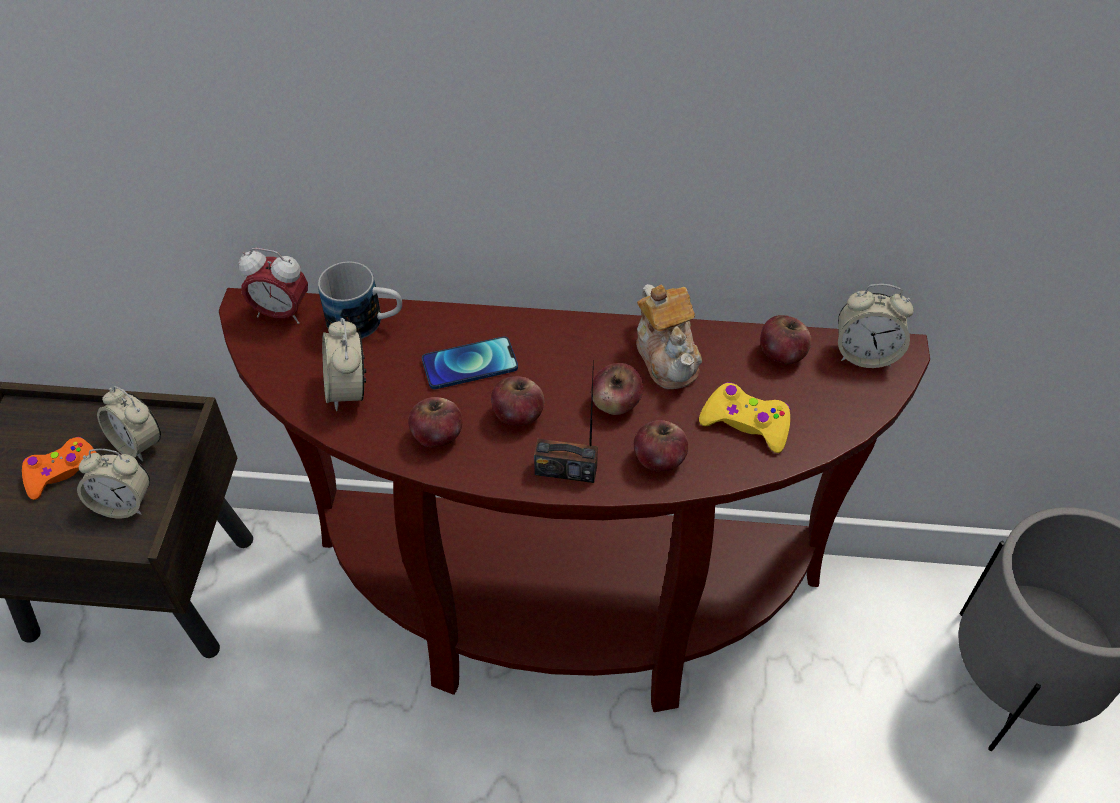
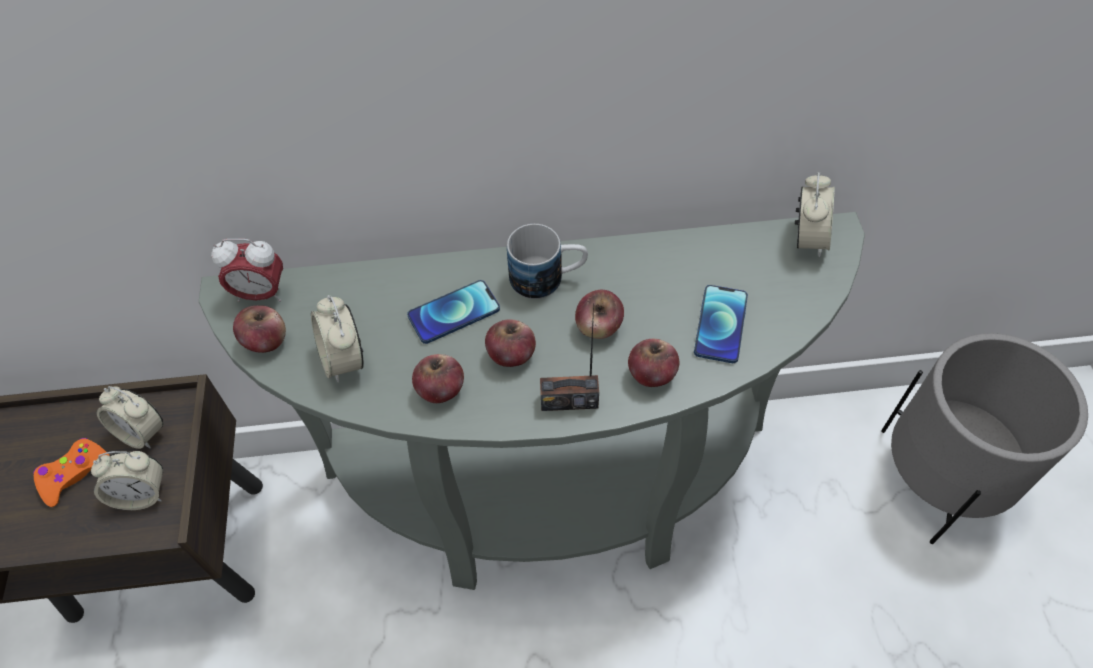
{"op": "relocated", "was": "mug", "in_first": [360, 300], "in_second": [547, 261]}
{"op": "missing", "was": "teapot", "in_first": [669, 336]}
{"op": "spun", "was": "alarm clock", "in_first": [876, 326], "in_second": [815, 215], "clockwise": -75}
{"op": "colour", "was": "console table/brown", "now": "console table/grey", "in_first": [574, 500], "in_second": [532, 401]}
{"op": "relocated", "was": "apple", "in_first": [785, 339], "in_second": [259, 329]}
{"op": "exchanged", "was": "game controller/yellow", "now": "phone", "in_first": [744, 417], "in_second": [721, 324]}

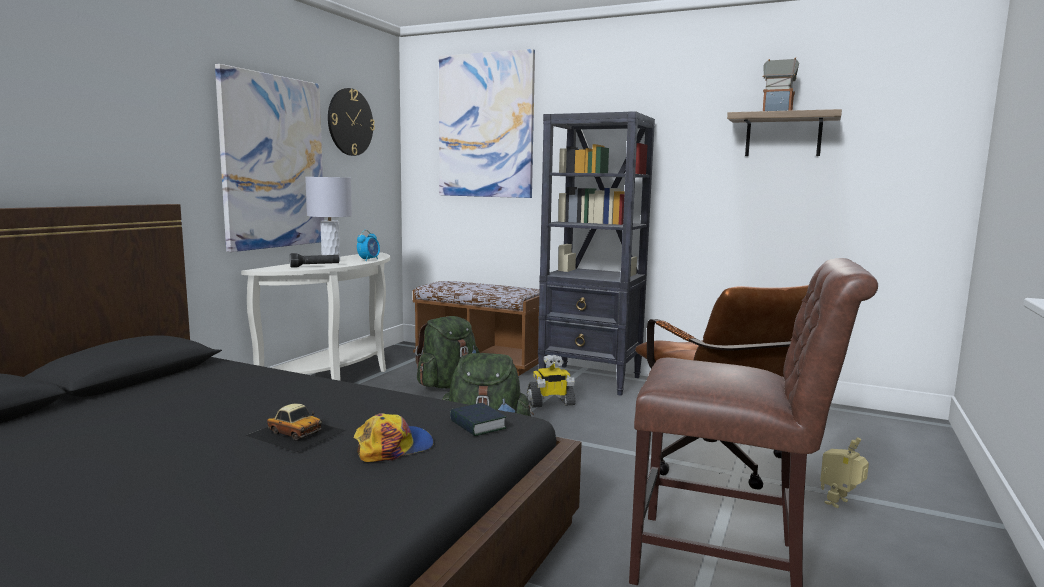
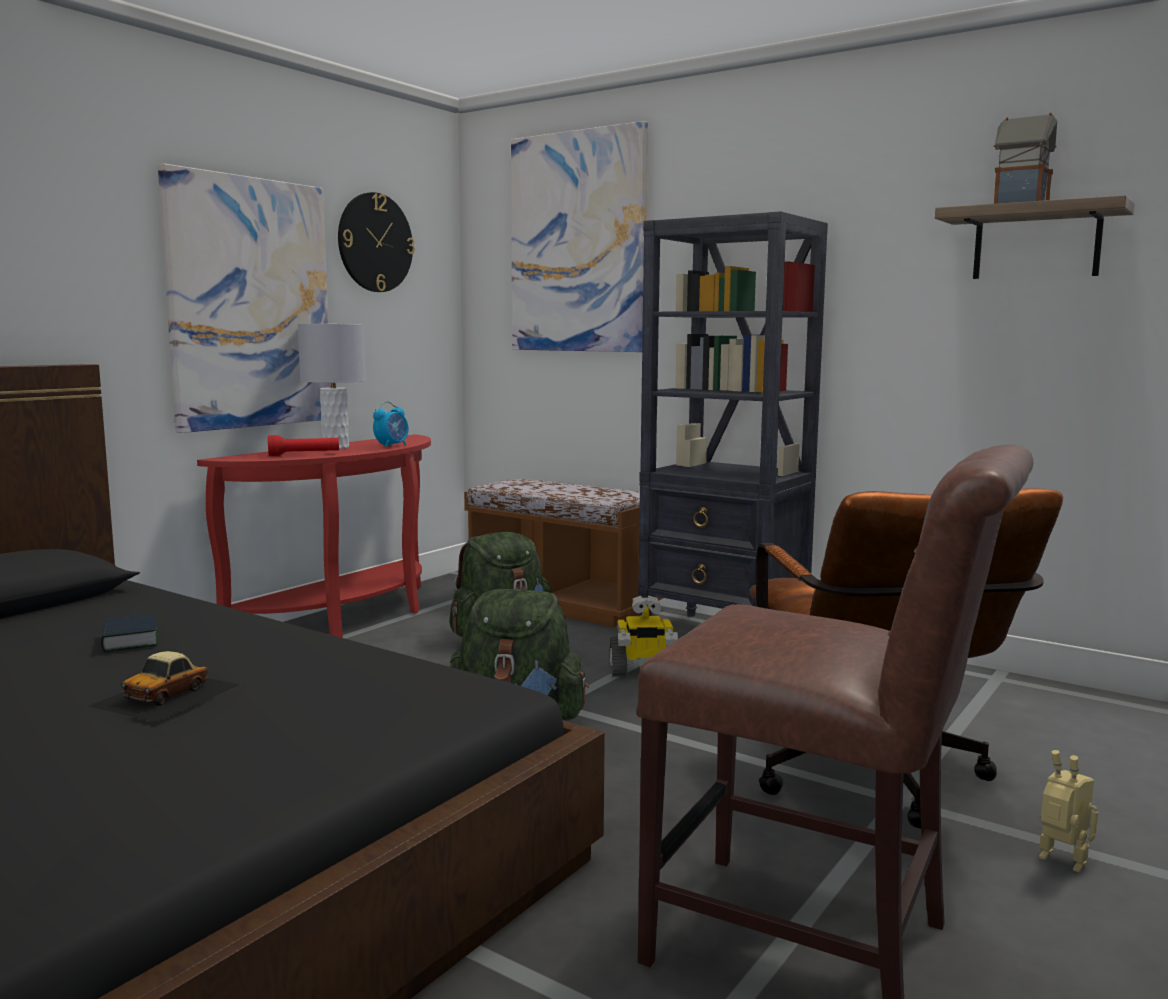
{"op": "colour", "was": "console table/white", "now": "console table/red", "in_first": [315, 316], "in_second": [314, 536]}
{"op": "colour", "was": "flashlight/black", "now": "flashlight/red", "in_first": [314, 260], "in_second": [303, 445]}
{"op": "spun", "was": "toy car", "in_first": [295, 427], "in_second": [164, 686], "clockwise": 75}
{"op": "relocated", "was": "book", "in_first": [478, 419], "in_second": [129, 633]}
{"op": "missing", "was": "cap", "in_first": [393, 437]}
{"op": "spun", "was": "toy robot", "in_first": [844, 472], "in_second": [1068, 811], "clockwise": 75}

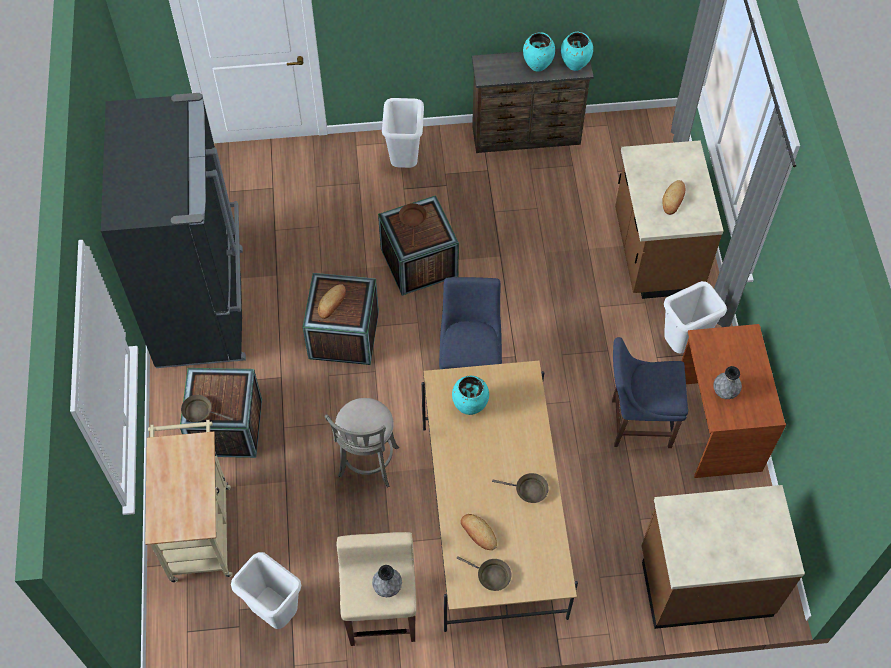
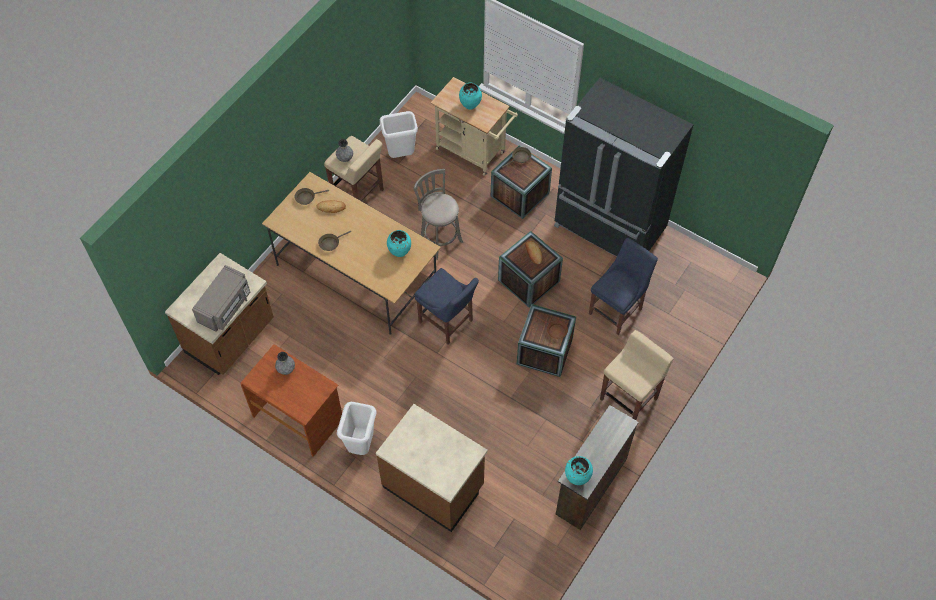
{"op": "relocated", "was": "vase/turquoise", "in_first": [539, 52], "in_second": [470, 96]}
{"op": "exchanged", "was": "trash can/white", "now": "stool/beige", "in_first": [403, 133], "in_second": [637, 375]}
{"op": "missing", "was": "bread", "in_first": [673, 197]}
{"op": "relocated", "was": "chair/blue", "in_first": [650, 392], "in_second": [623, 286]}
{"op": "appeared", "now": "microwave/grey", "in_second": [221, 298]}

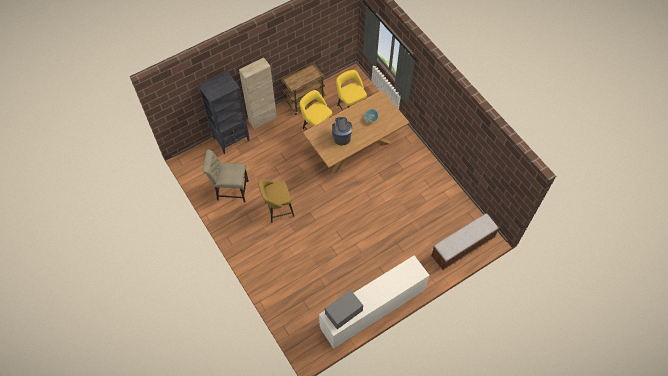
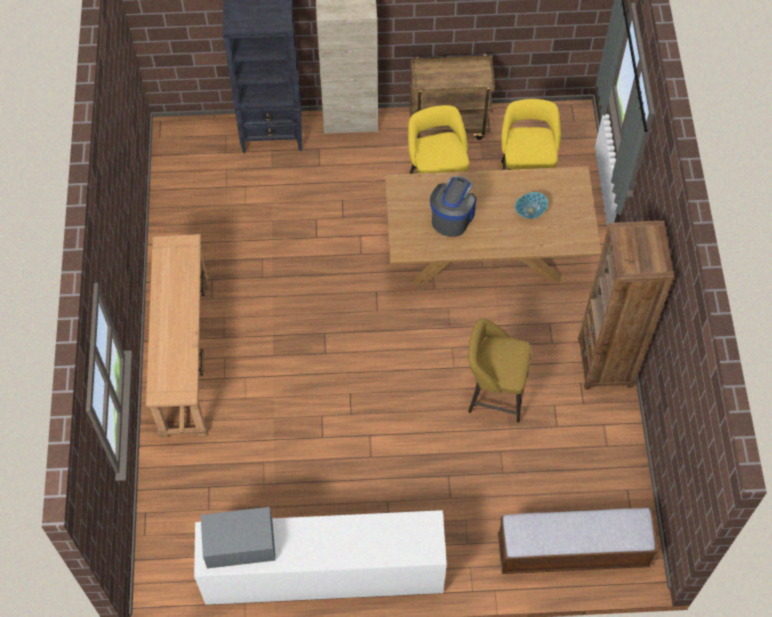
{"op": "missing", "was": "chair/beige", "in_first": [226, 176]}
{"op": "relocated", "was": "stool/yellow", "in_first": [276, 201], "in_second": [499, 370]}
{"op": "appeared", "now": "bookcase/brown", "in_second": [626, 305]}
{"op": "appeared", "now": "console table/brown", "in_second": [177, 336]}

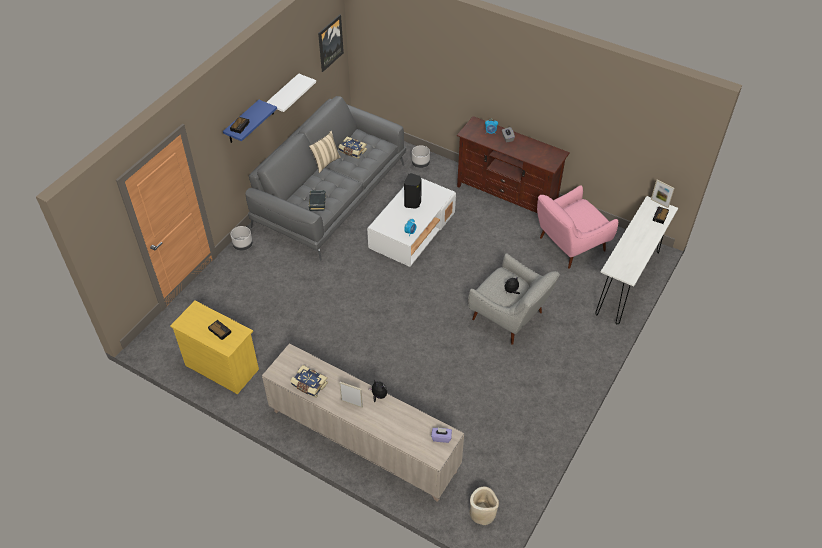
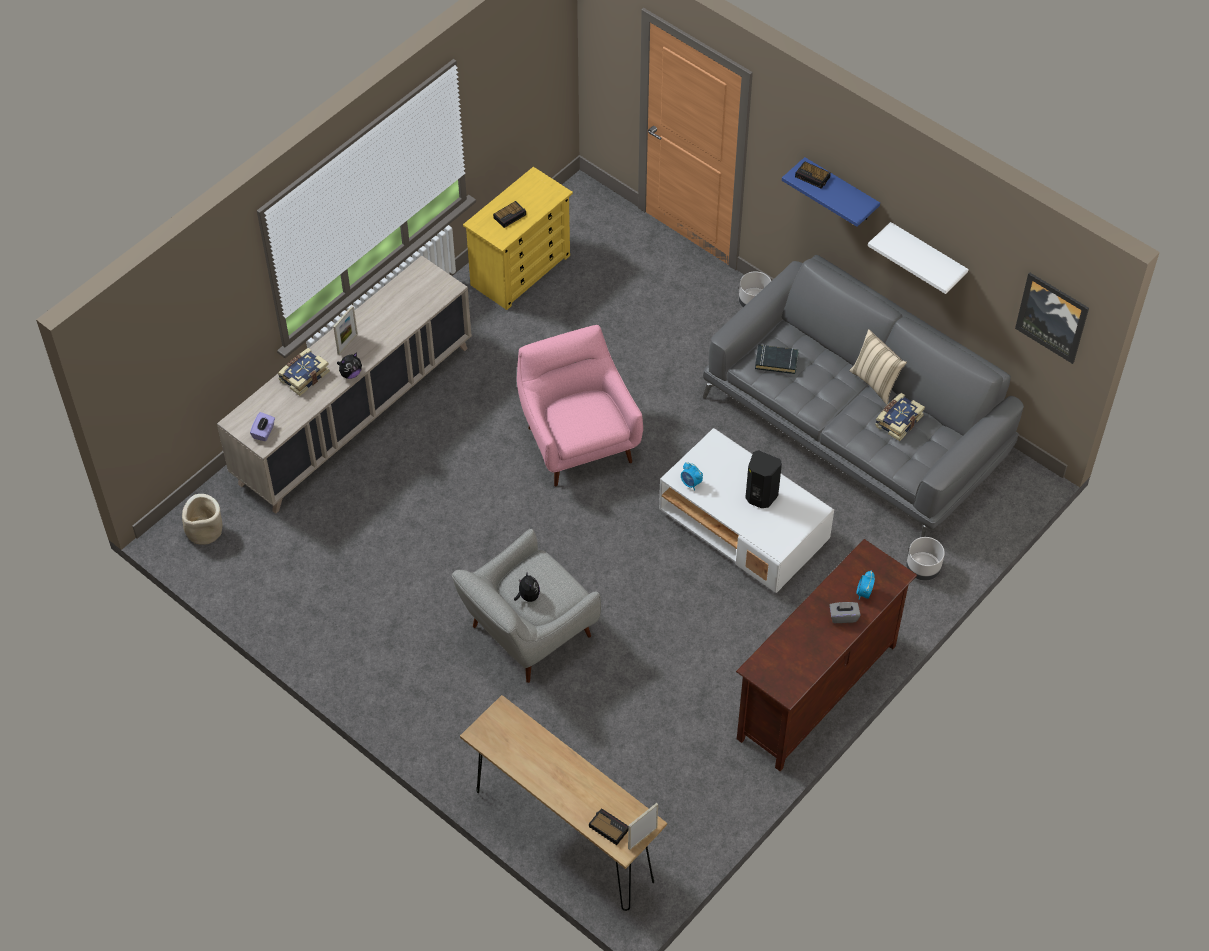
{"op": "relocated", "was": "armchair/pink", "in_first": [577, 227], "in_second": [580, 405]}
{"op": "colour", "was": "console table/white", "now": "console table/brown", "in_first": [636, 260], "in_second": [563, 803]}
{"op": "relocated", "was": "book", "in_first": [309, 381], "in_second": [303, 372]}

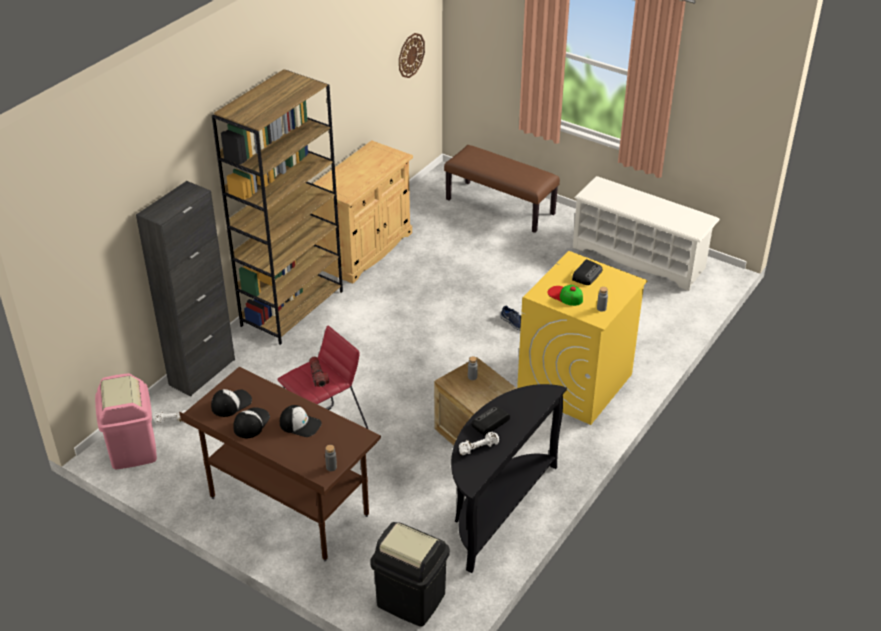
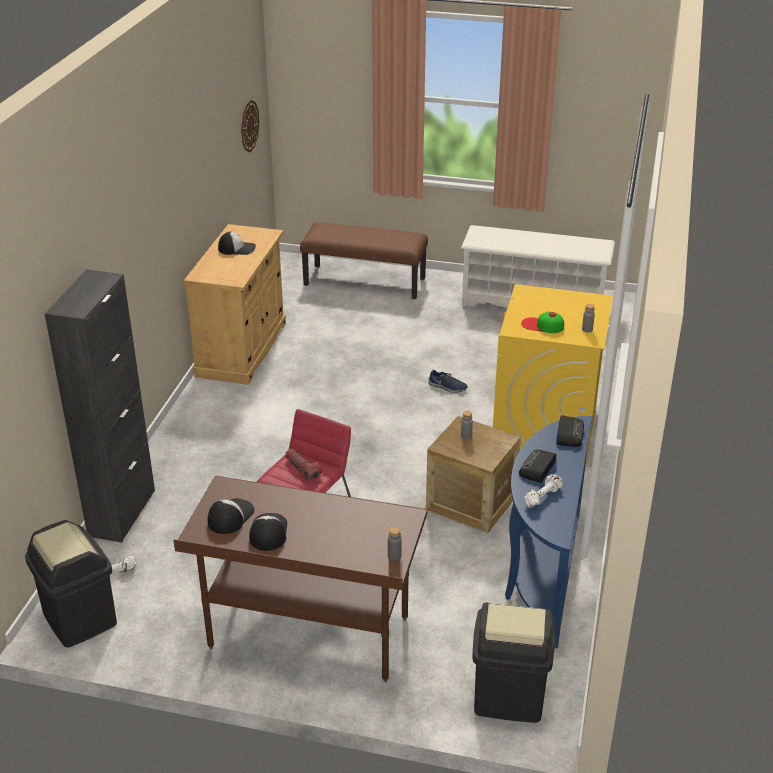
{"op": "missing", "was": "bookcase/brown", "in_first": [277, 207]}
{"op": "relocated", "was": "radio", "in_first": [587, 272], "in_second": [570, 431]}
{"op": "colour", "was": "trash can/pink", "now": "trash can/black", "in_first": [126, 421], "in_second": [71, 584]}
{"op": "colour", "was": "console table/black", "now": "console table/blue", "in_first": [509, 478], "in_second": [548, 532]}
{"op": "relocated", "was": "cap", "in_first": [301, 421], "in_second": [237, 243]}

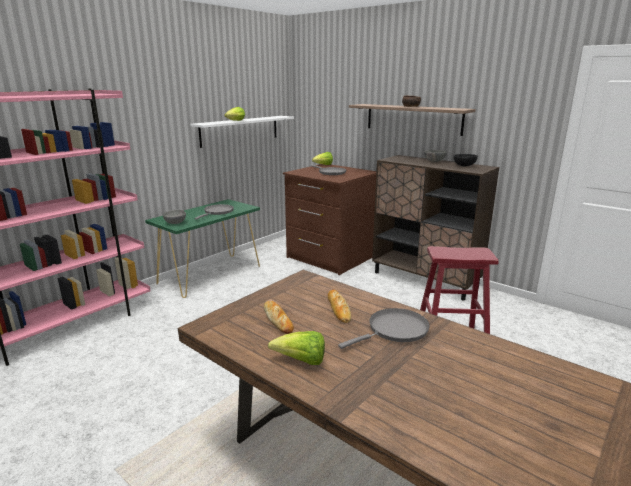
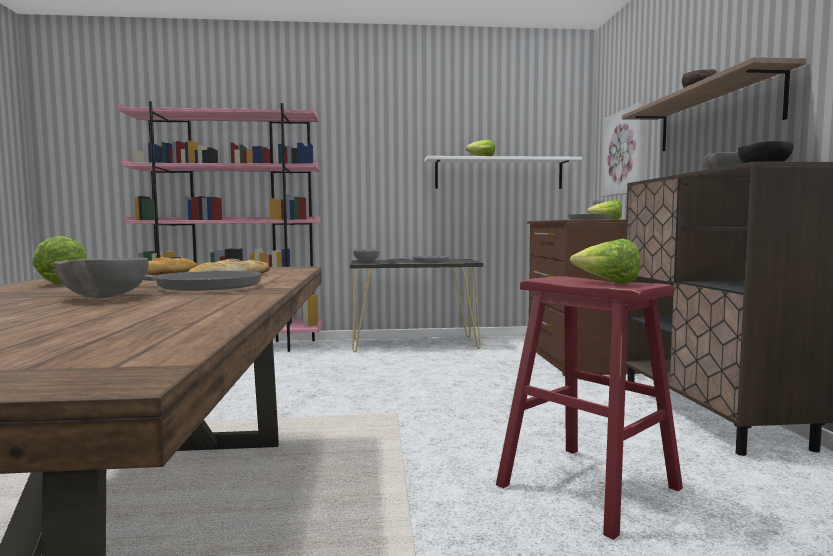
{"op": "colour", "was": "console table/green", "now": "console table/black", "in_first": [202, 248], "in_second": [416, 305]}
{"op": "appeared", "now": "picture", "in_second": [625, 149]}
{"op": "appeared", "now": "lettuce", "in_second": [605, 261]}
{"op": "appeared", "now": "bowl/grey", "in_second": [101, 278]}

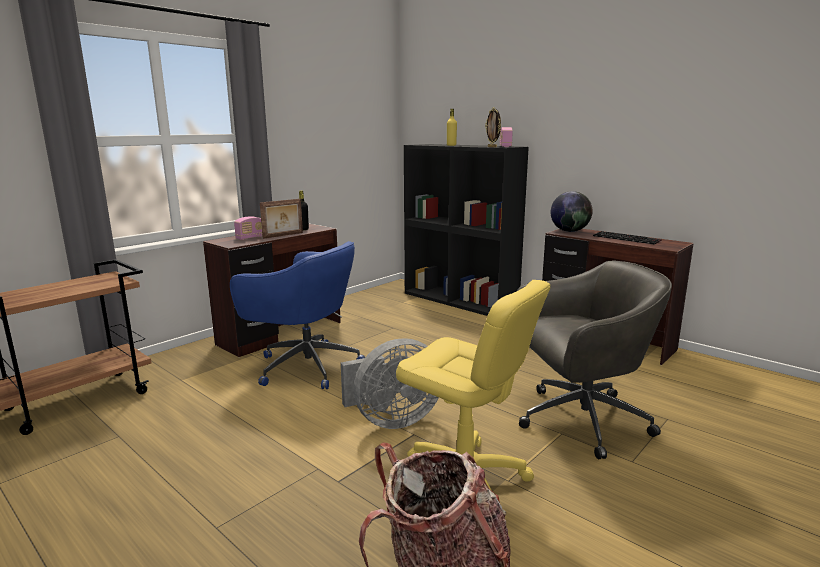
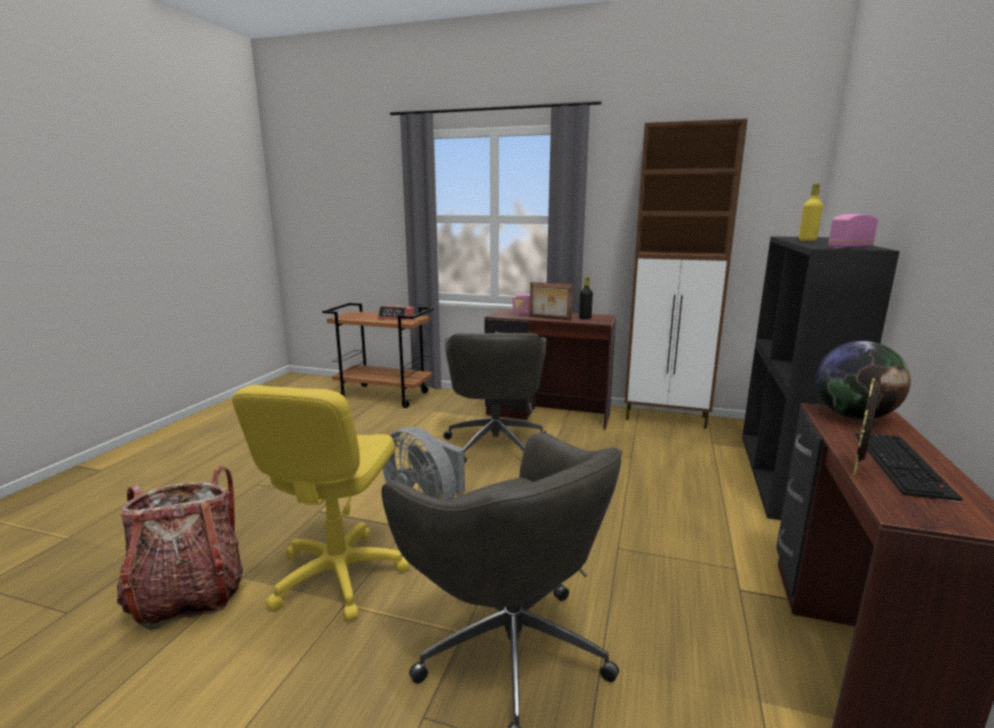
{"op": "relocated", "was": "picture frame", "in_first": [493, 127], "in_second": [866, 427]}
{"op": "colour", "was": "office chair/blue", "now": "office chair/grey", "in_first": [297, 315], "in_second": [495, 398]}
{"op": "appeared", "now": "cabinet/brown", "in_second": [686, 274]}
{"op": "appeared", "now": "alarm clock", "in_second": [396, 312]}

